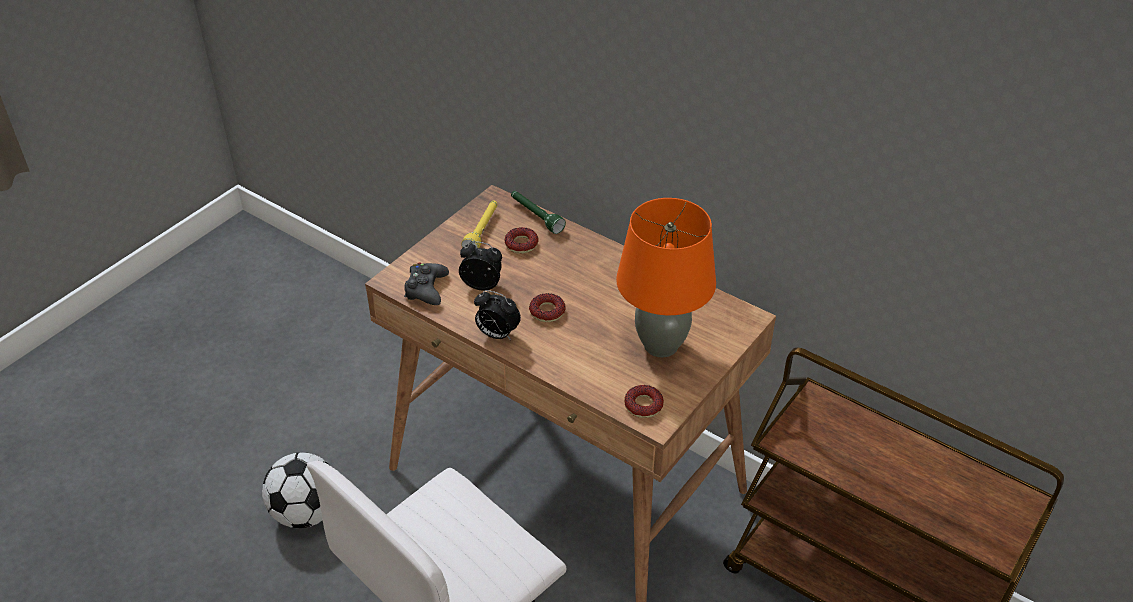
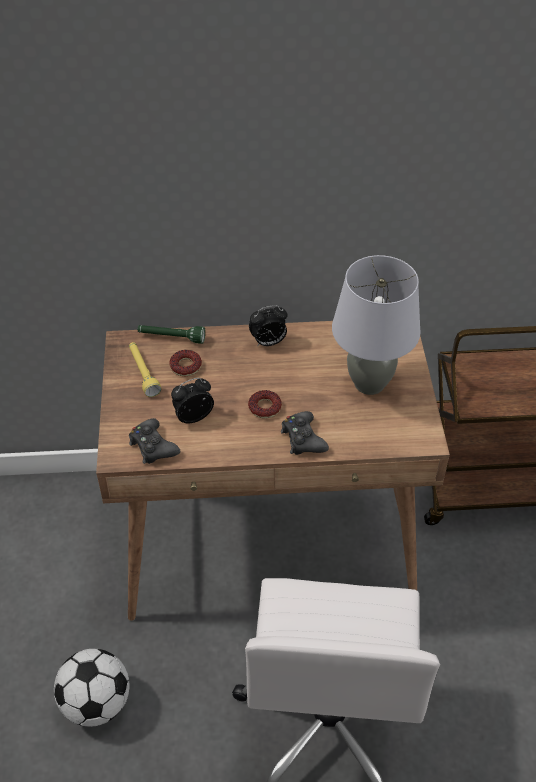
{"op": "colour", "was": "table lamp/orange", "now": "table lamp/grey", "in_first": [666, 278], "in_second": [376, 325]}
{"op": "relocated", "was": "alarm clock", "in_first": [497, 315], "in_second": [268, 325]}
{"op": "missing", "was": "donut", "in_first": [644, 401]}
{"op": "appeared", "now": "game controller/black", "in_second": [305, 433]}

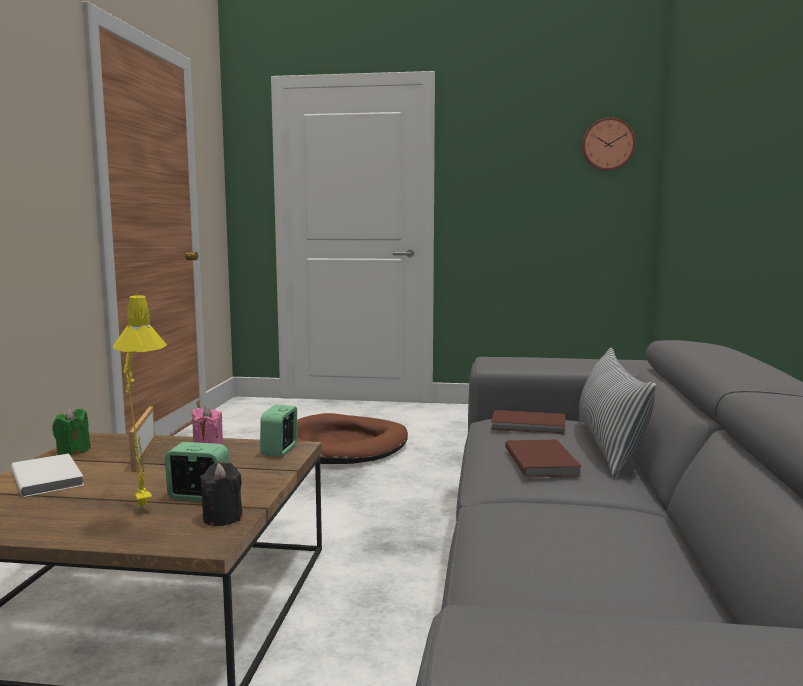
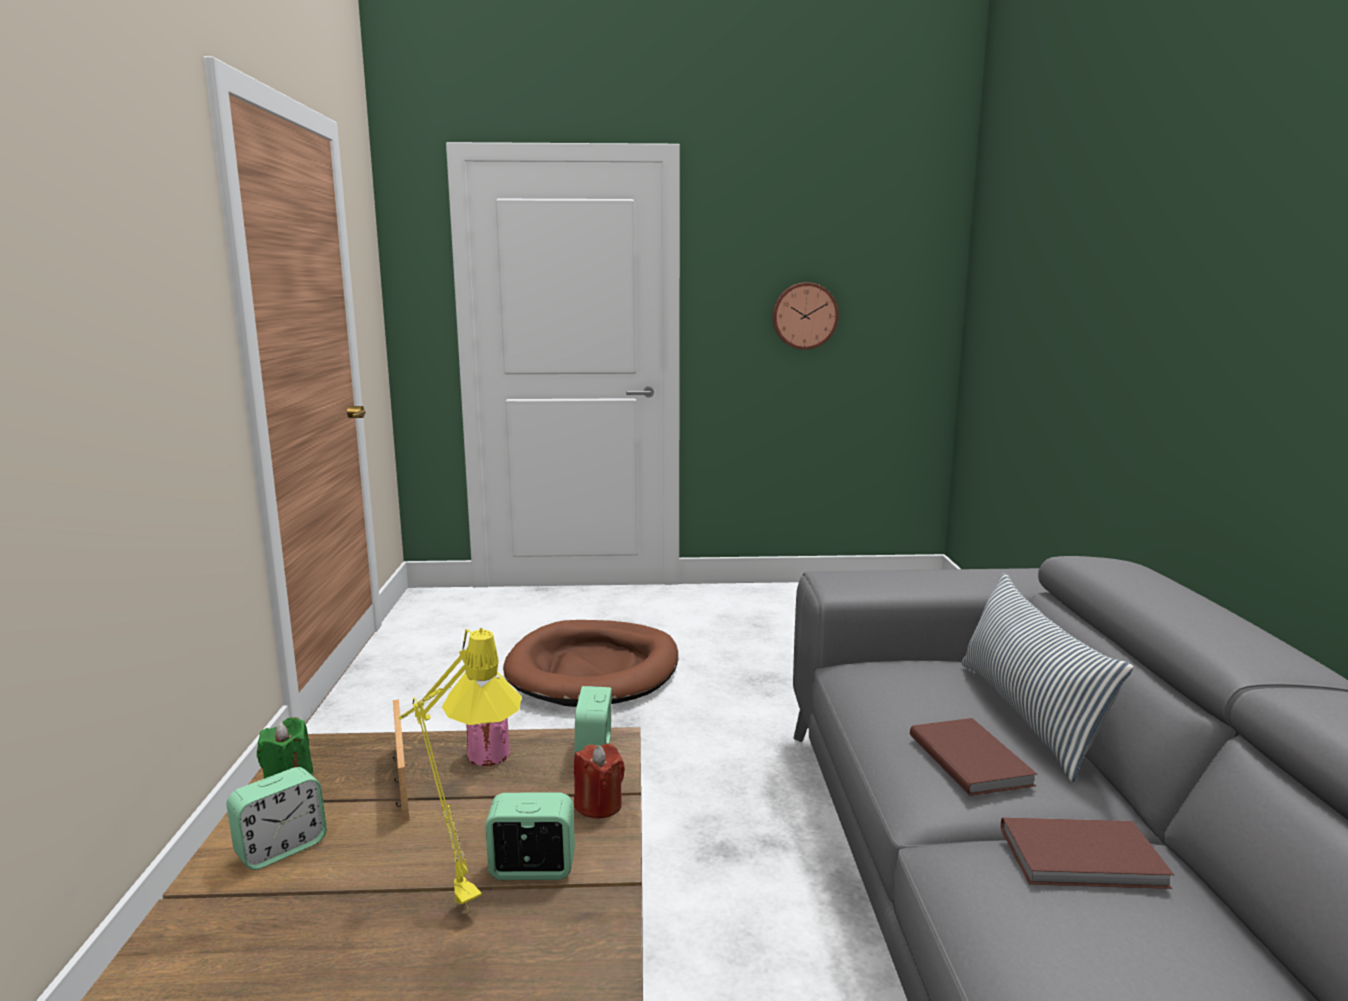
{"op": "relocated", "was": "wall clock", "in_first": [609, 144], "in_second": [805, 316]}
{"op": "relocated", "was": "book/brown", "in_first": [528, 422], "in_second": [1087, 853]}
{"op": "exchanged", "was": "book/white", "now": "alarm clock", "in_first": [47, 475], "in_second": [276, 818]}
{"op": "missing", "was": "candle/black", "in_first": [221, 494]}
{"op": "appeared", "now": "candle/red", "in_second": [599, 781]}

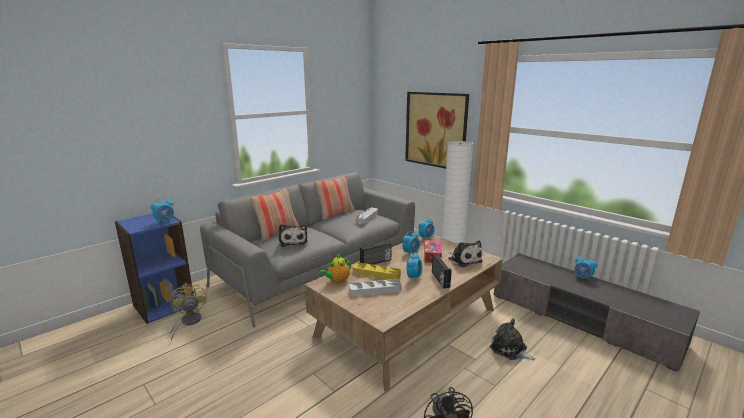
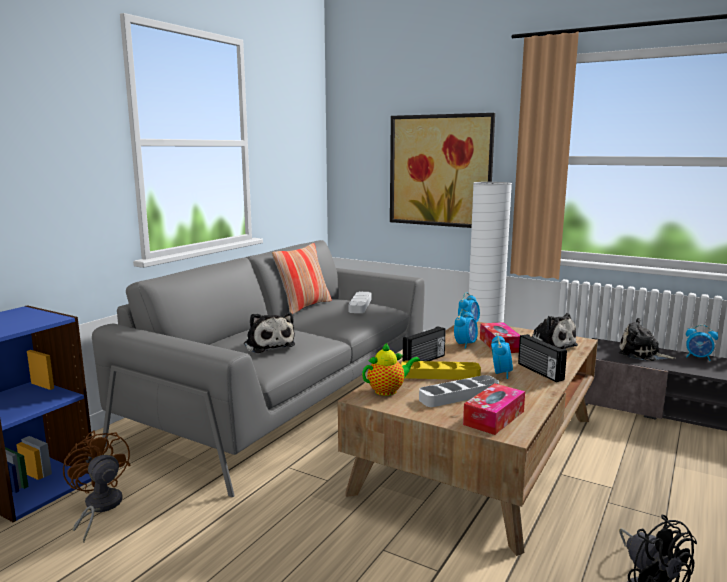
{"op": "missing", "was": "pillow", "in_first": [274, 214]}
{"op": "missing", "was": "alarm clock", "in_first": [162, 211]}
{"op": "spun", "was": "teapot", "in_first": [335, 268], "in_second": [391, 369], "clockwise": -150}
{"op": "colour", "was": "fan/yellow", "now": "fan/brown", "in_first": [188, 311], "in_second": [97, 486]}
{"op": "relocated", "was": "plush toy", "in_first": [513, 339], "in_second": [647, 339]}
{"op": "appeared", "now": "tissue box", "in_second": [494, 409]}

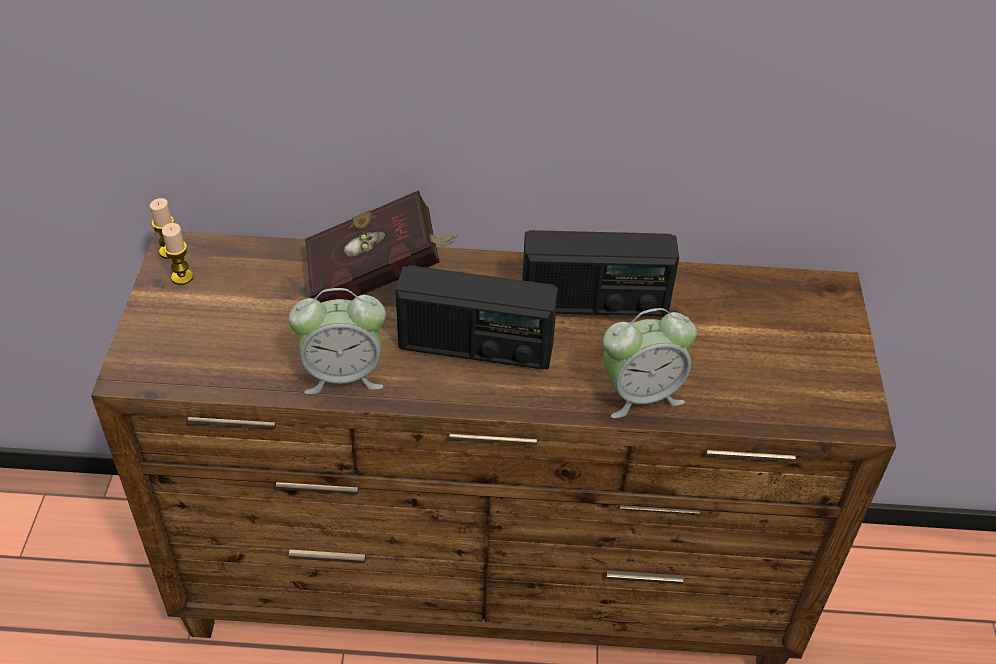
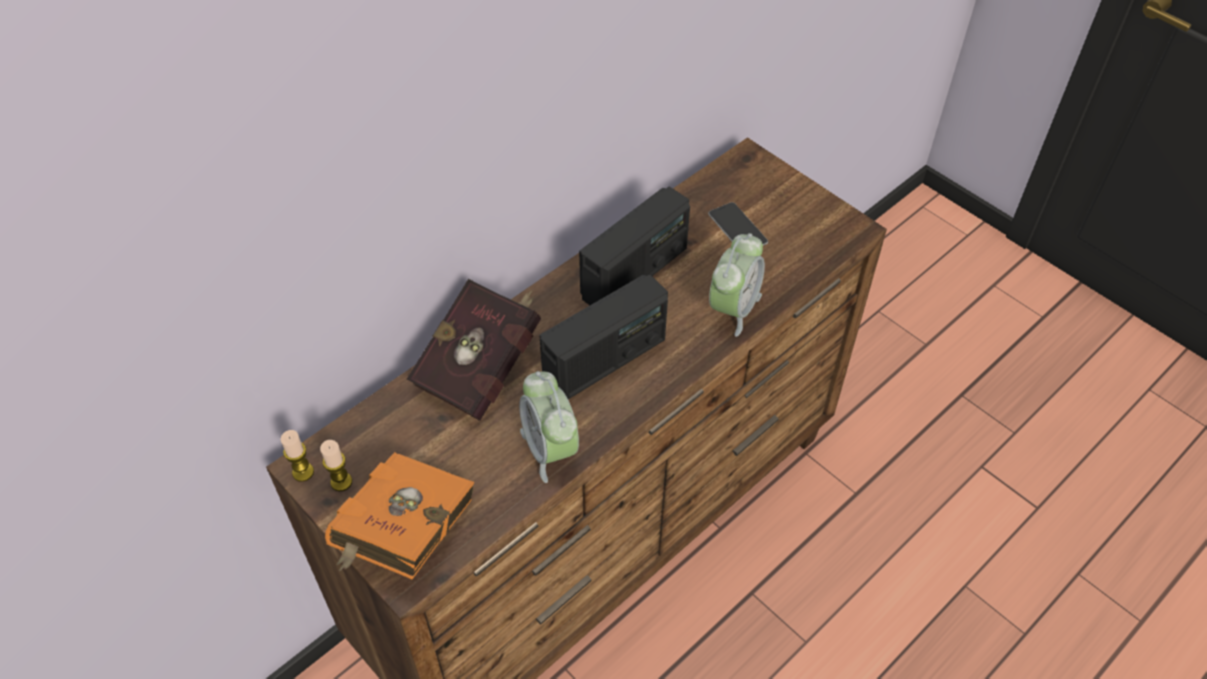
{"op": "spun", "was": "alarm clock", "in_first": [337, 341], "in_second": [549, 427], "clockwise": 120}
{"op": "appeared", "now": "phone", "in_second": [738, 224]}
{"op": "appeared", "now": "book/orange", "in_second": [399, 515]}

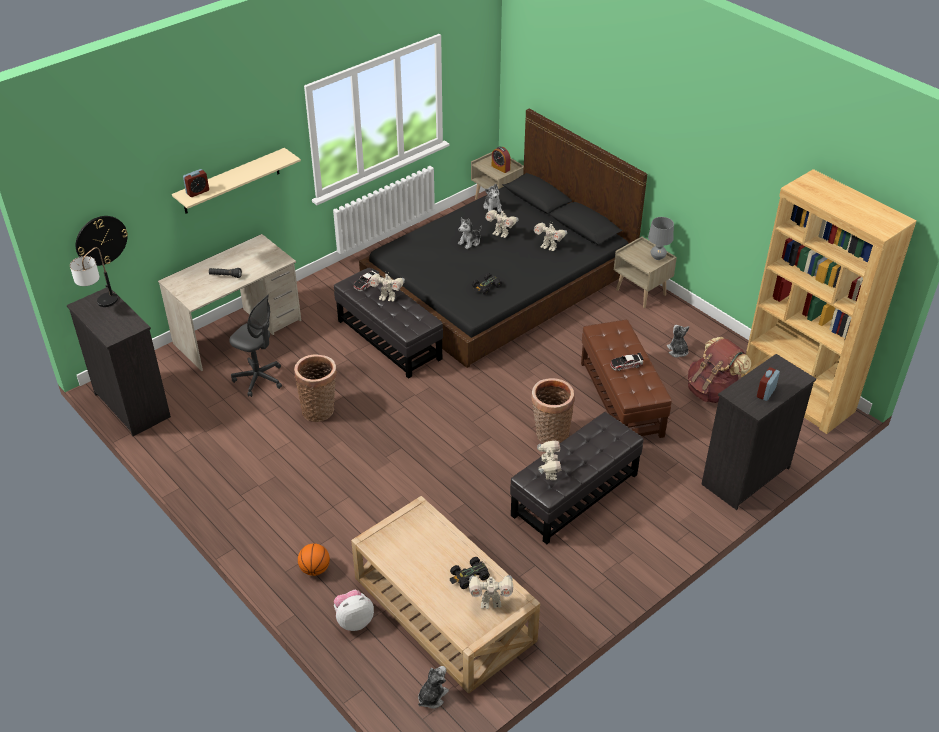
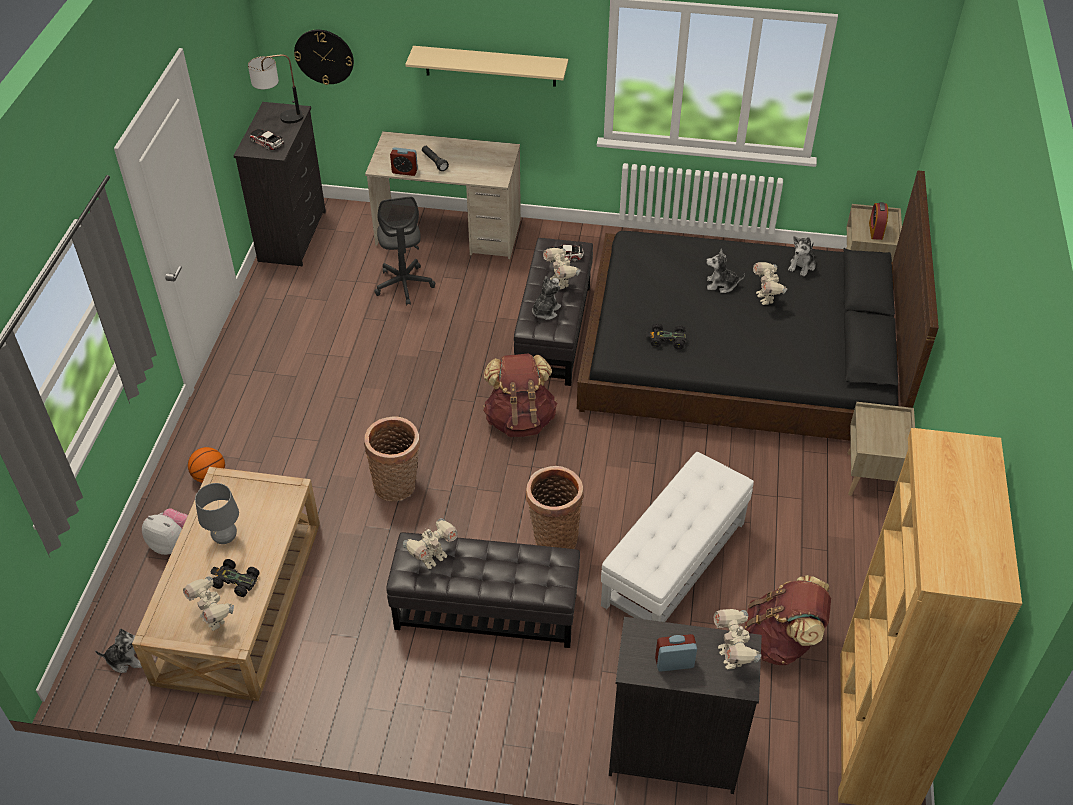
{"op": "relocated", "was": "alarm clock", "in_first": [196, 183], "in_second": [404, 161]}
{"op": "relocated", "was": "table lamp/grey", "in_first": [661, 238], "in_second": [217, 513]}
{"op": "relocated", "was": "toy robot", "in_first": [550, 236], "in_second": [737, 639]}
{"op": "colour", "was": "ottoman/brown", "now": "ottoman/white", "in_first": [626, 379], "in_second": [677, 537]}
{"op": "relocated", "was": "plush toy", "in_first": [678, 341], "in_second": [546, 298]}
{"op": "relocated", "was": "toy car", "in_first": [626, 362], "in_second": [267, 139]}
{"op": "relocated", "was": "basket", "in_first": [315, 388], "in_second": [392, 459]}
{"op": "appeared", "now": "backpack/brown", "in_second": [520, 395]}

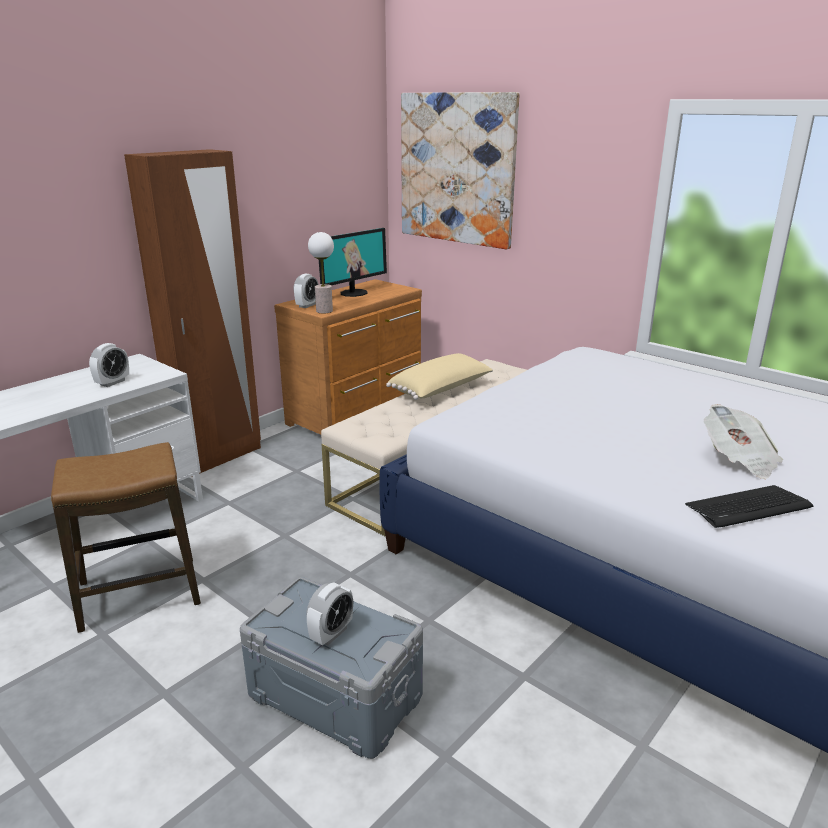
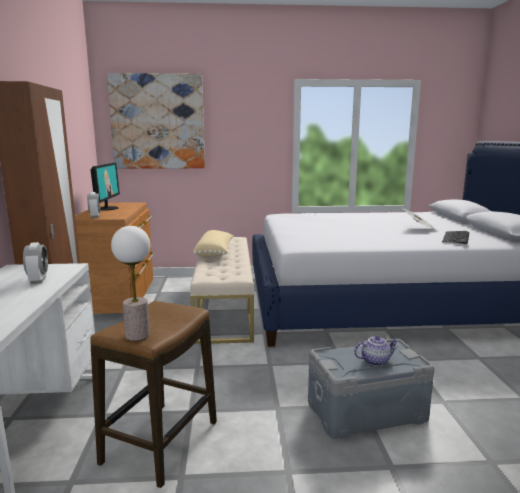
{"op": "relocated", "was": "table lamp", "in_first": [321, 273], "in_second": [130, 283]}
{"op": "exchanged", "was": "alarm clock", "now": "teapot", "in_first": [329, 614], "in_second": [376, 350]}

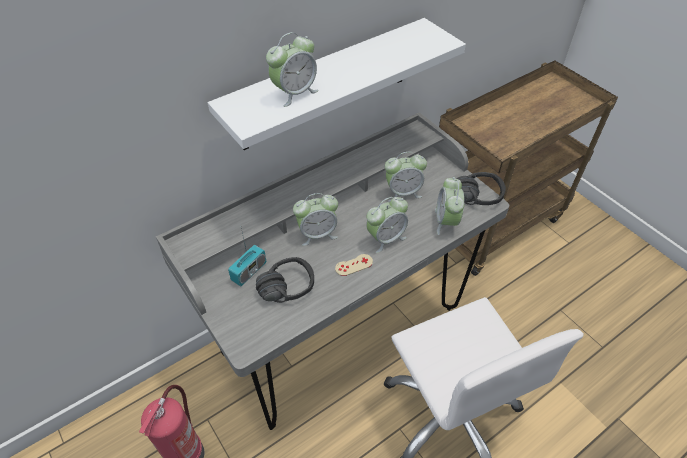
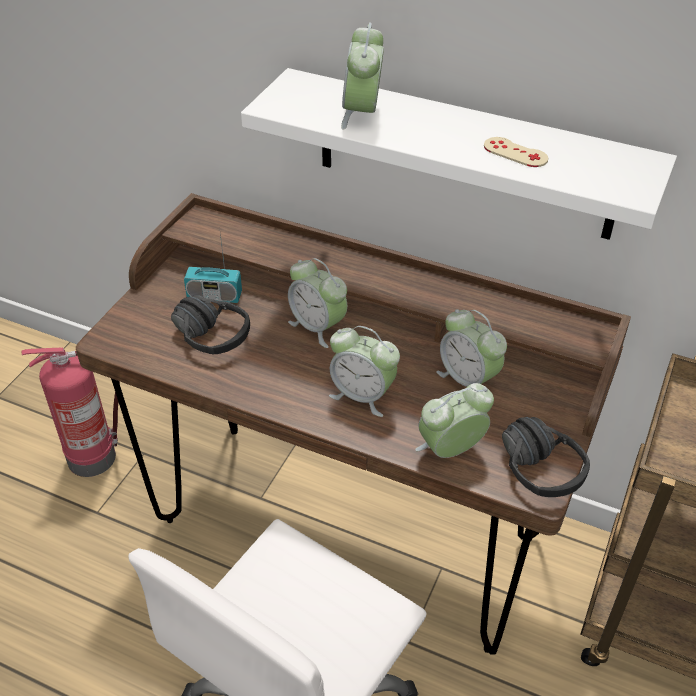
{"op": "spun", "was": "alarm clock", "in_first": [292, 69], "in_second": [362, 76], "clockwise": 75}
{"op": "colour", "was": "desk/grey", "now": "desk/brown", "in_first": [333, 271], "in_second": [353, 424]}
{"op": "relocated", "was": "game controller/beige", "in_first": [354, 265], "in_second": [516, 152]}

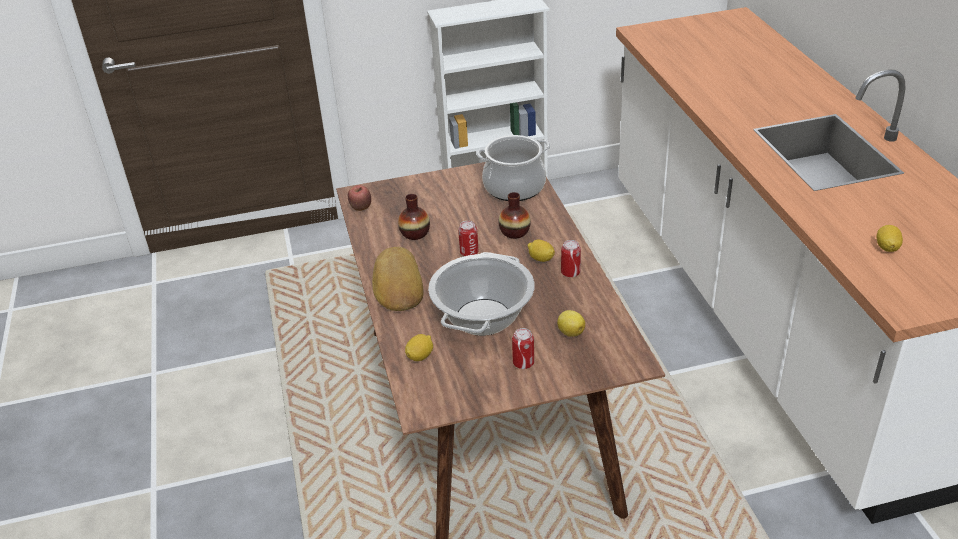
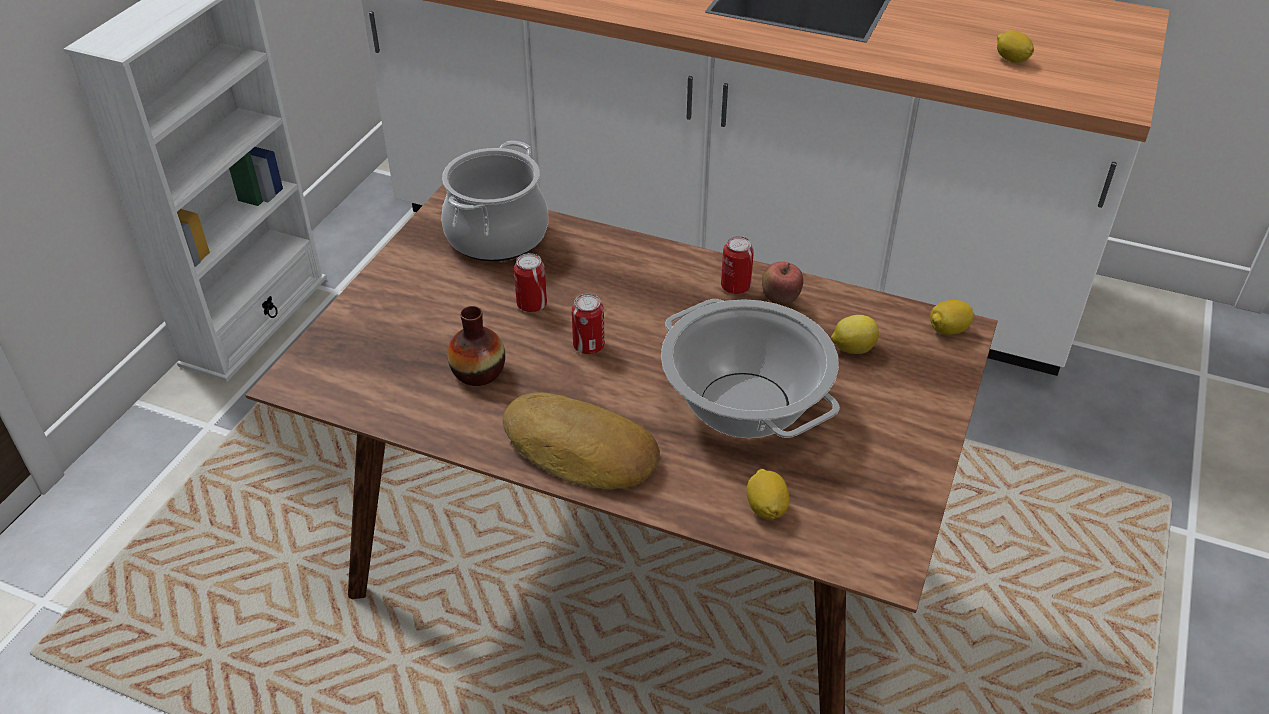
{"op": "relocated", "was": "apple", "in_first": [359, 198], "in_second": [782, 284]}
{"op": "missing", "was": "vase", "in_first": [515, 215]}
{"op": "relocated", "was": "lemon", "in_first": [541, 251], "in_second": [952, 317]}
{"op": "relocated", "was": "can", "in_first": [523, 348], "in_second": [530, 282]}

